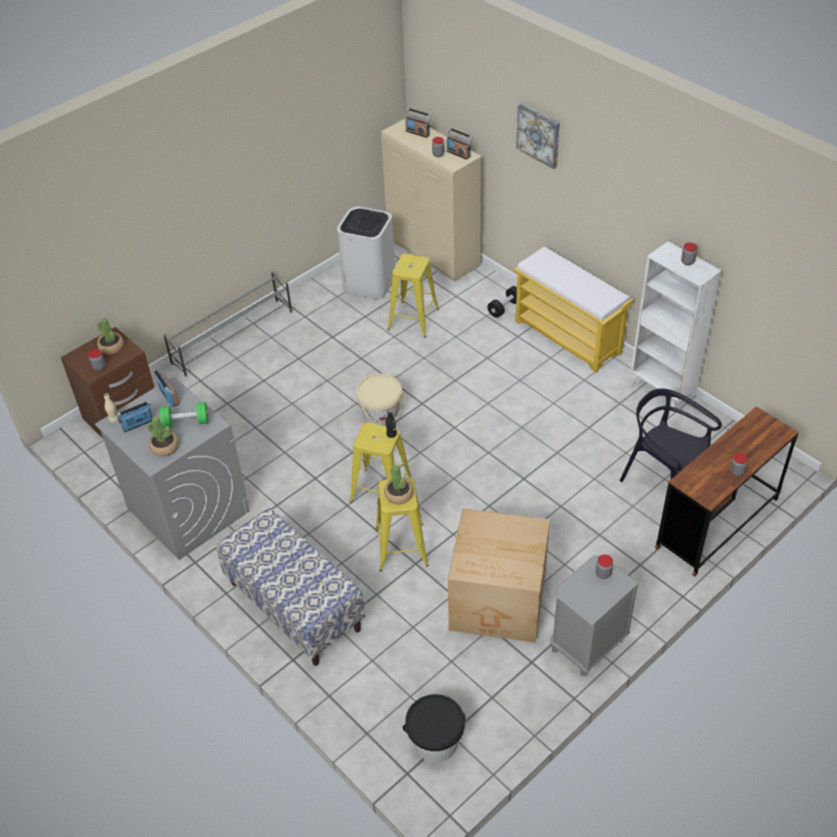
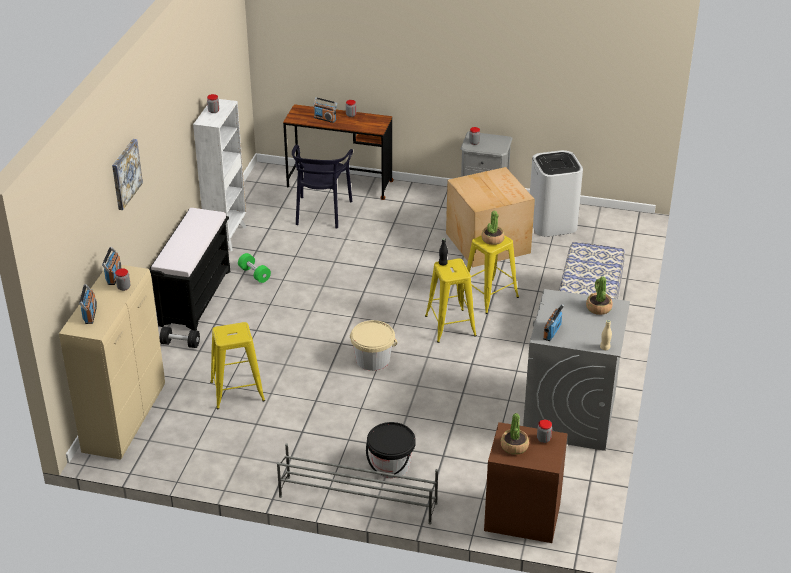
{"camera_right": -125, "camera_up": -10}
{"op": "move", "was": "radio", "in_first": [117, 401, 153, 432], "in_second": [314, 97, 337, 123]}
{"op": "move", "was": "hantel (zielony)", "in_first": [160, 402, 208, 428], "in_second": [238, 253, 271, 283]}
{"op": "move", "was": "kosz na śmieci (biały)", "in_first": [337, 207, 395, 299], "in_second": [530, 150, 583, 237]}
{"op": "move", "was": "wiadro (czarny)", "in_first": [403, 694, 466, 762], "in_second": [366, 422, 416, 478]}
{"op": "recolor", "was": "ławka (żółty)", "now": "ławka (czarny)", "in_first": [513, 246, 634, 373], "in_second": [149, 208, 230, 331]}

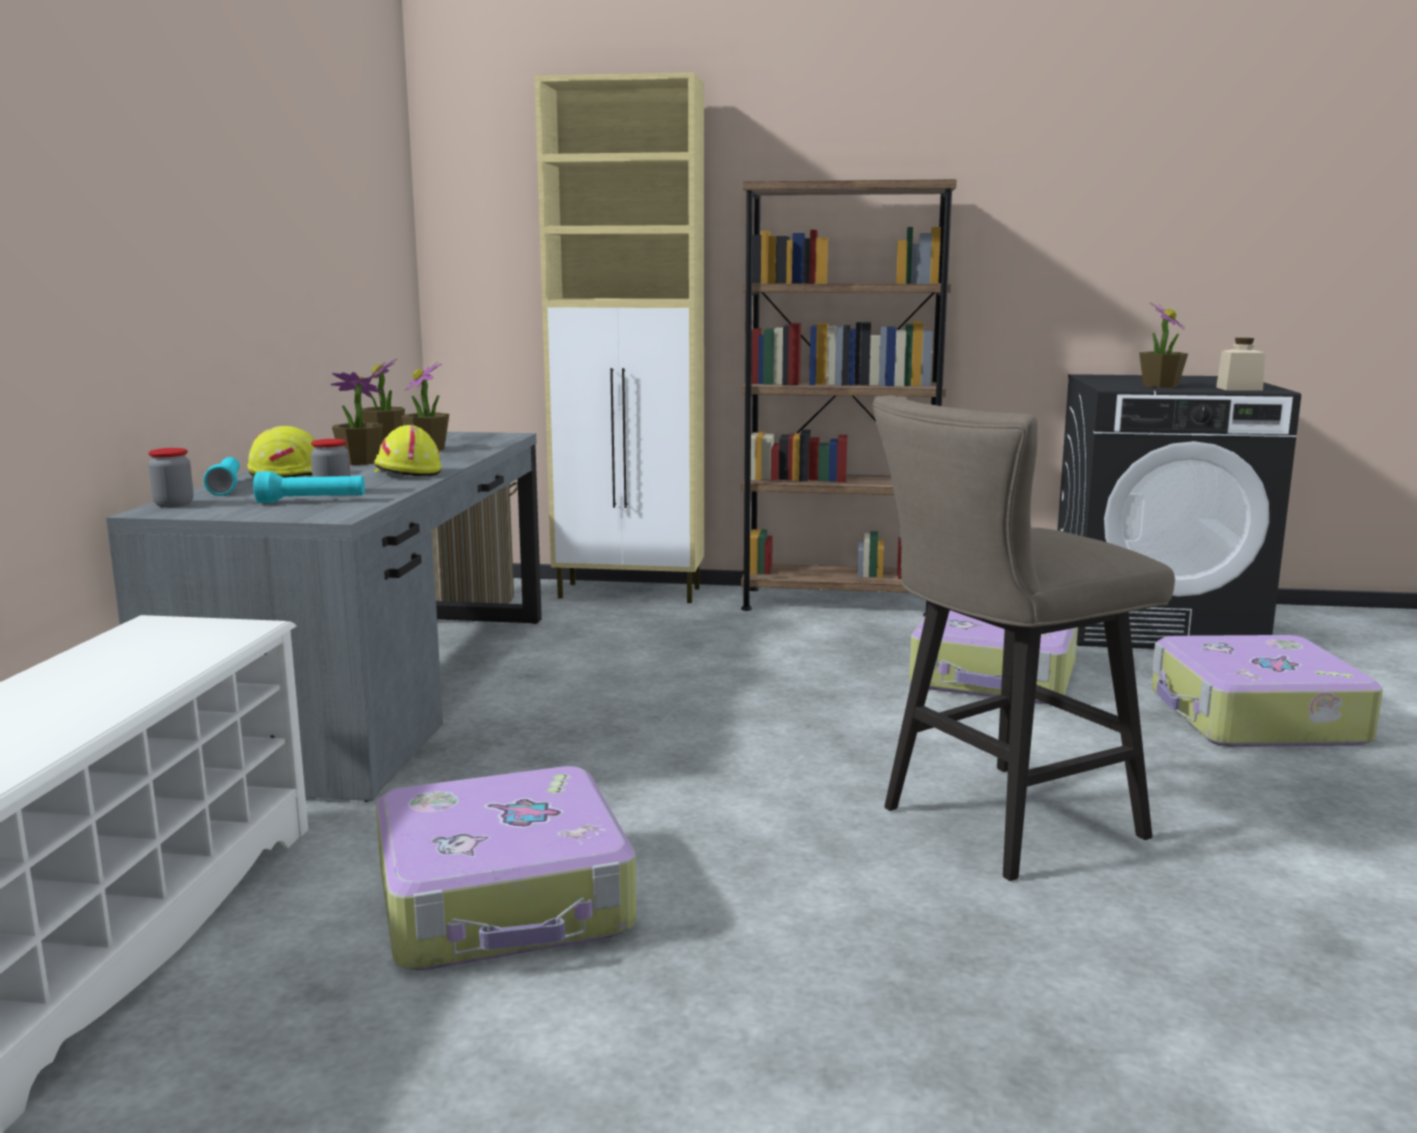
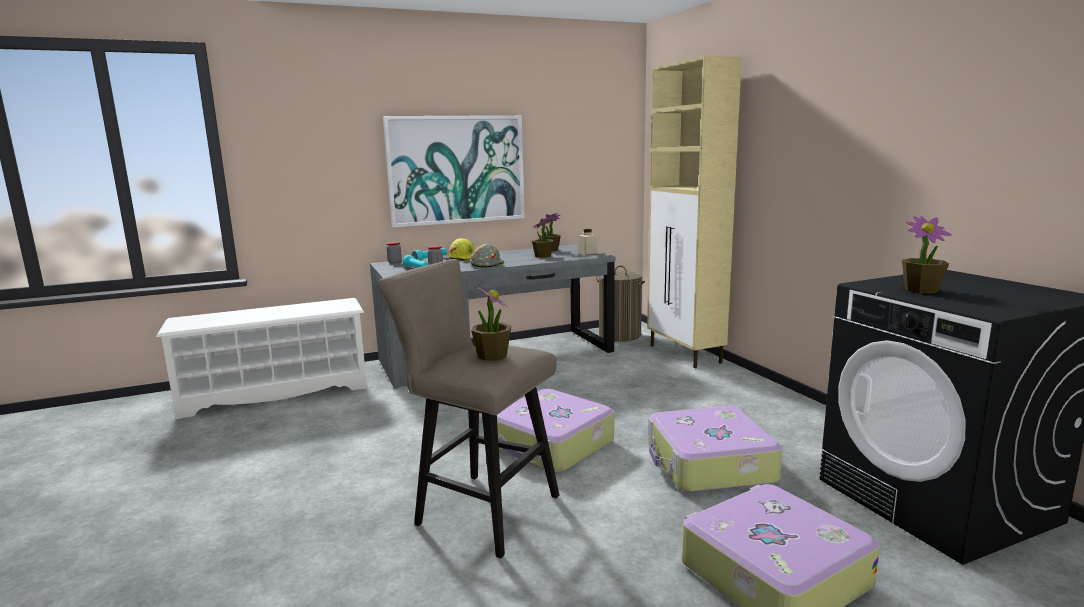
{"camera_right": 60, "camera_up": 0}
{"op": "move", "was": "roślina doniczkowa", "in_first": [331, 372, 383, 465], "in_second": [471, 285, 512, 361]}
{"op": "recolor", "was": "kask (żółty)", "now": "kask (szary)", "in_first": [374, 425, 442, 476], "in_second": [470, 244, 504, 268]}
{"op": "move", "was": "walizka", "in_first": [376, 766, 637, 971], "in_second": [497, 389, 614, 473]}
{"op": "delete", "was": "regał (brązowy)", "in_first": [741, 179, 957, 617]}
{"op": "move", "was": "słoik (beżowy)", "in_first": [1216, 338, 1265, 391], "in_second": [578, 229, 598, 254]}
{"op": "insert", "now": "obraz", "in_second": [383, 115, 525, 227]}

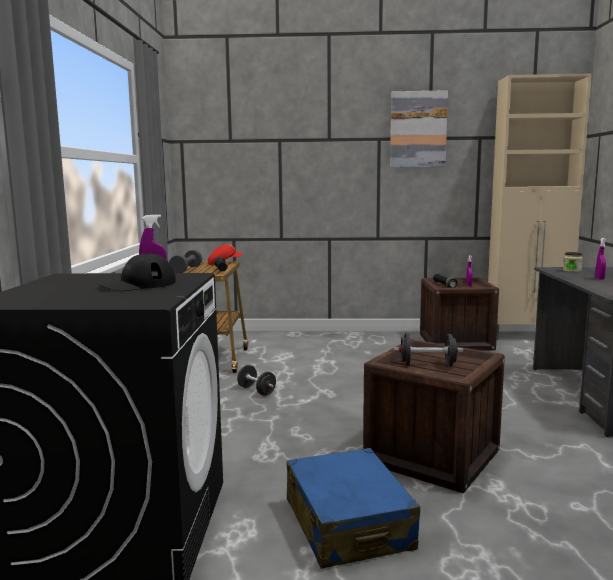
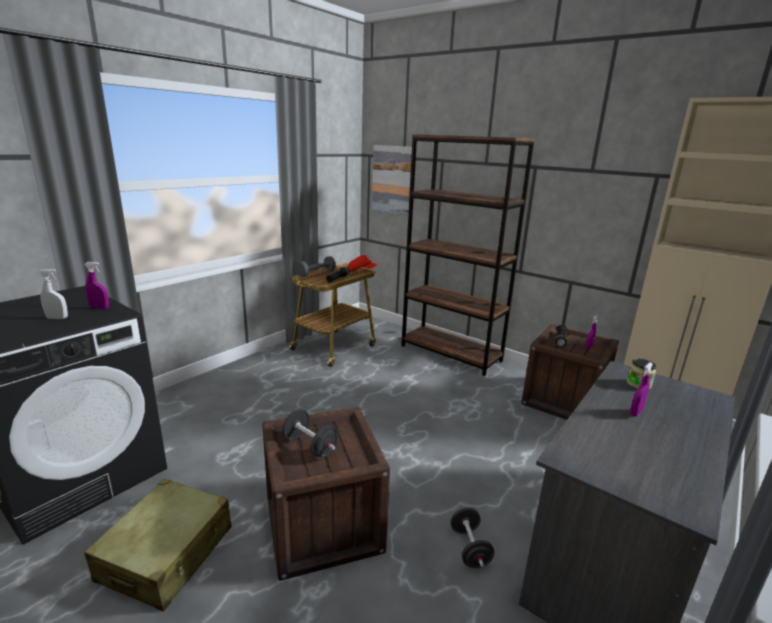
{"camera_right": 35, "camera_up": 10}
{"op": "replace", "was": "czapka z daszkiem (czarny)", "now": "spryskiwacz (biały)", "in_first": [98, 253, 176, 291], "in_second": [39, 269, 68, 319]}
{"op": "move", "was": "hantel (czarny)", "in_first": [237, 365, 276, 396], "in_second": [450, 508, 495, 568]}
{"op": "recolor", "was": "walizka (niebieski)", "now": "walizka (beżowy)", "in_first": [287, 448, 420, 569], "in_second": [84, 479, 232, 611]}
{"op": "move", "was": "obraz", "in_first": [390, 90, 448, 168], "in_second": [372, 145, 412, 215]}
{"op": "insert", "now": "regał (brązowy)", "in_second": [401, 134, 535, 376]}

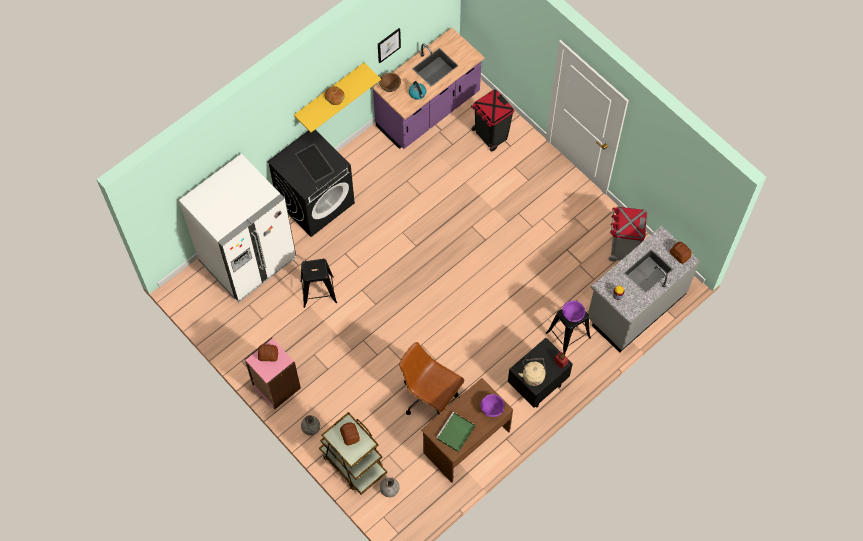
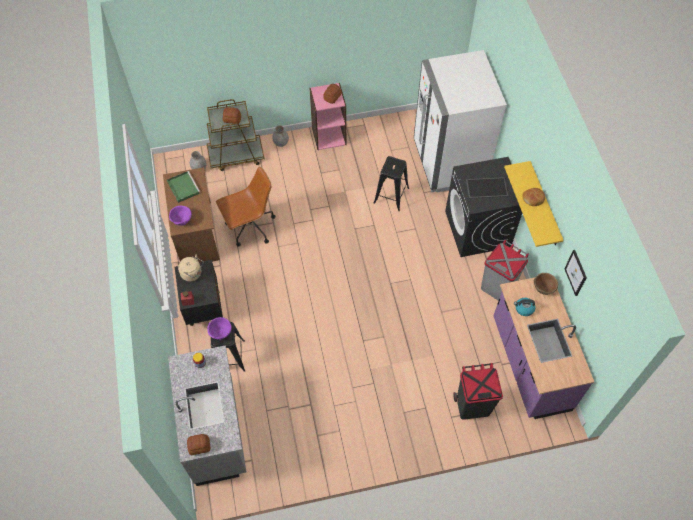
{"camera_right": 120, "camera_up": -5}
{"op": "move", "was": "kosz na śmieci (szary)", "in_first": [609, 207, 647, 261], "in_second": [481, 240, 529, 301]}

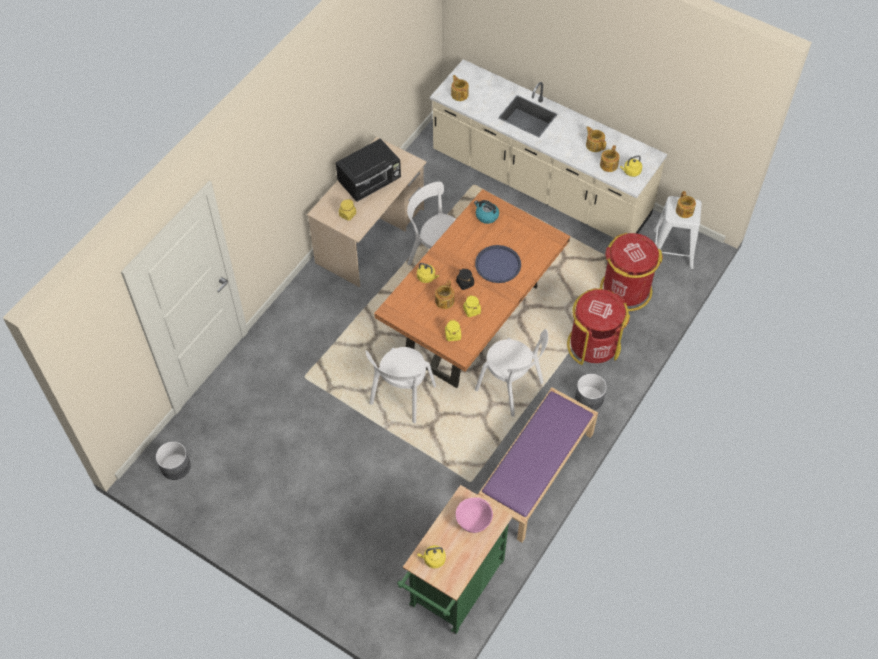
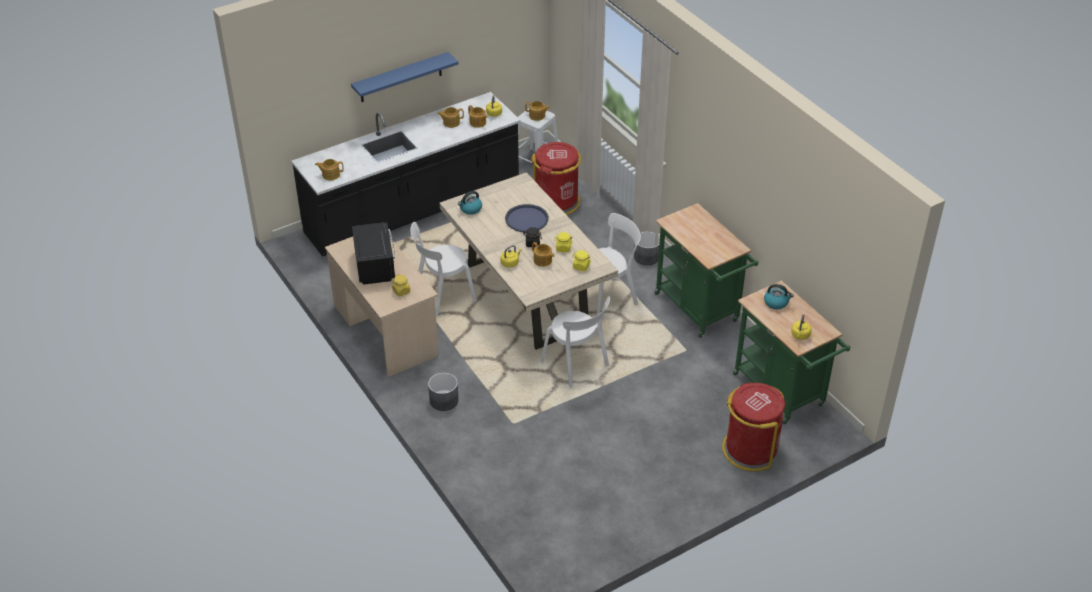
{"camera_right": -65, "camera_up": -15}
{"op": "move", "was": "donica (szary)", "in_first": [156, 442, 191, 480], "in_second": [428, 373, 459, 411]}
{"op": "recolor", "was": "stół jadalny (pomarańczowy)", "now": "stół jadalny (beżowy)", "in_first": [374, 189, 570, 388], "in_second": [439, 172, 618, 350]}
{"op": "recolor", "was": "zabudowa kuchenna (beżowy)", "now": "zabudowa kuchenna (czarny)", "in_first": [430, 59, 667, 238], "in_second": [291, 92, 521, 257]}
{"op": "replace", "was": "miska (różowy)", "now": "czajnik", "in_first": [456, 498, 493, 533], "in_second": [764, 284, 794, 309]}
{"op": "replace", "was": "ławka (fioletowy)", "now": "wózek (zielony)", "in_first": [478, 387, 598, 543], "in_second": [654, 203, 759, 338]}
{"op": "move", "was": "kosz na śmieci (czerwony)", "in_first": [567, 288, 630, 365], "in_second": [722, 383, 785, 471]}
{"op": "insert", "now": "półka (niebieski)", "in_second": [351, 52, 458, 102]}

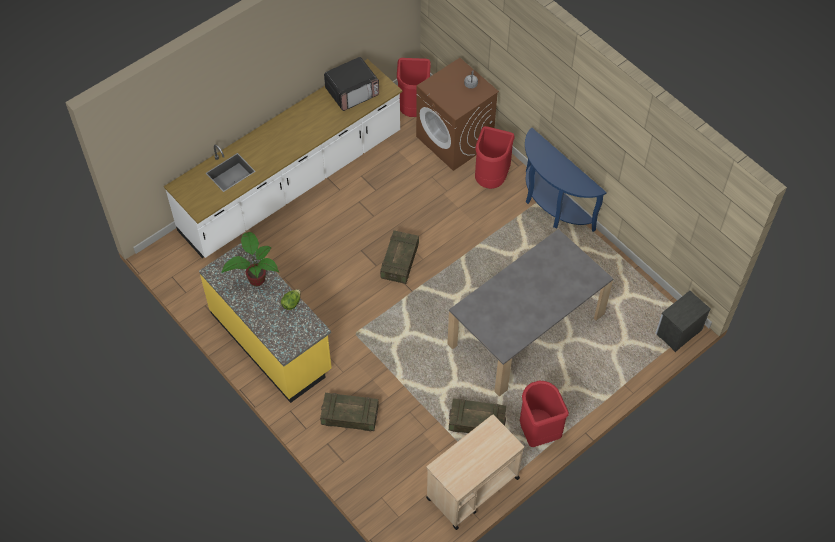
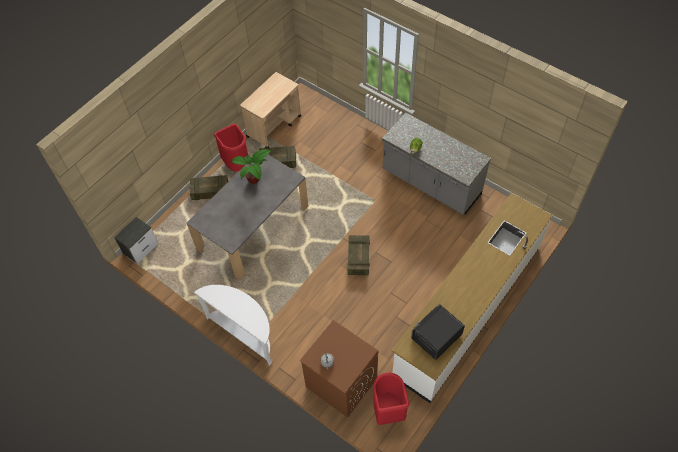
{"camera_right": 170, "camera_up": 0}
{"op": "recolor", "was": "zabudowa kuchenna (żółty)", "now": "zabudowa kuchenna (szary)", "in_first": [199, 243, 332, 403], "in_second": [382, 113, 491, 214]}
{"op": "move", "was": "roślina doniczkowa", "in_first": [221, 232, 279, 286], "in_second": [231, 149, 270, 184]}
{"op": "move", "was": "skrzynka", "in_first": [320, 393, 379, 431], "in_second": [190, 175, 229, 200]}
{"op": "delete", "was": "kosz na śmieci (czerwony)", "in_first": [475, 126, 515, 189]}
{"op": "recolor", "was": "stolik konsolowy (niebieski)", "now": "stolik konsolowy (biały)", "in_first": [525, 128, 607, 232], "in_second": [194, 285, 272, 365]}

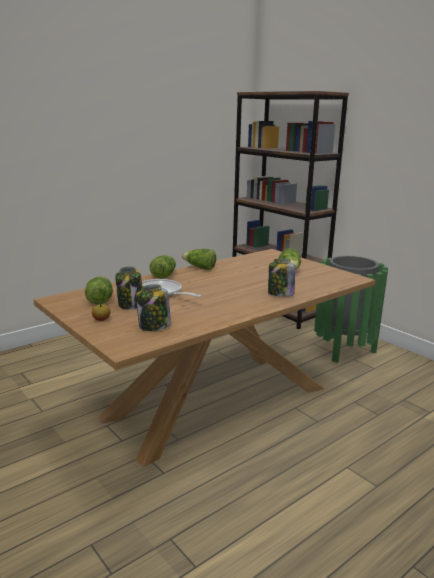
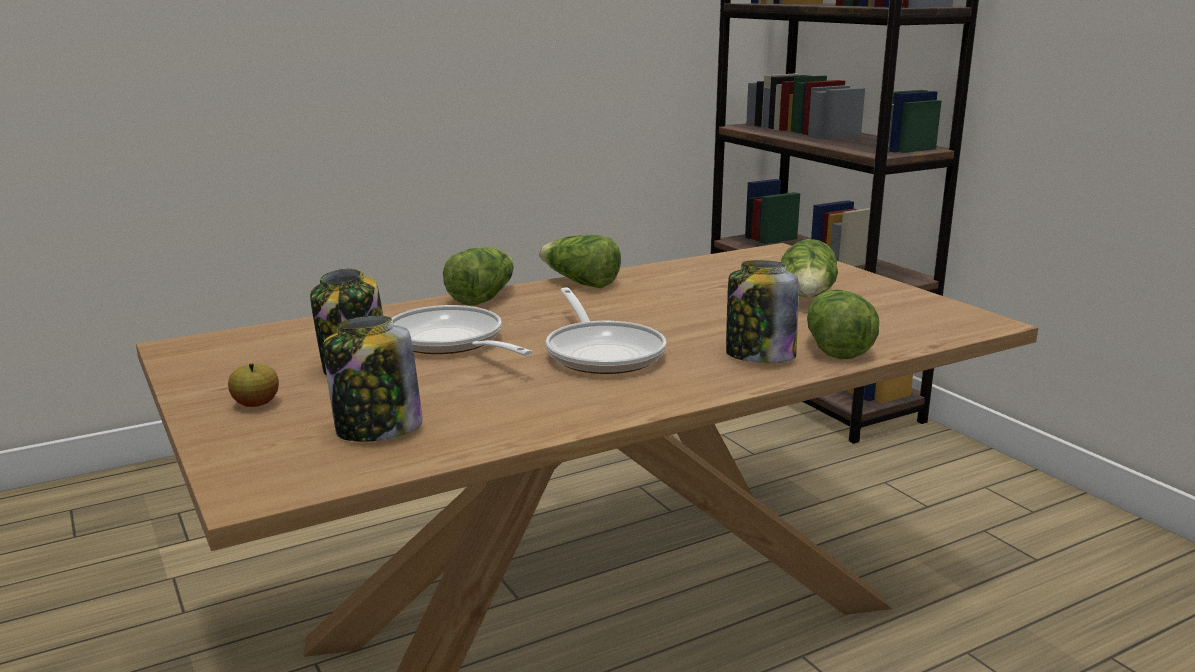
{"camera_right": 10, "camera_up": 0}
{"op": "move", "was": "sałata", "in_first": [85, 276, 113, 305], "in_second": [807, 289, 879, 359]}
{"op": "delete", "was": "kosz na śmieci (zielony)", "in_first": [314, 256, 388, 363]}
{"op": "insert", "now": "patelnia", "in_second": [546, 287, 666, 374]}

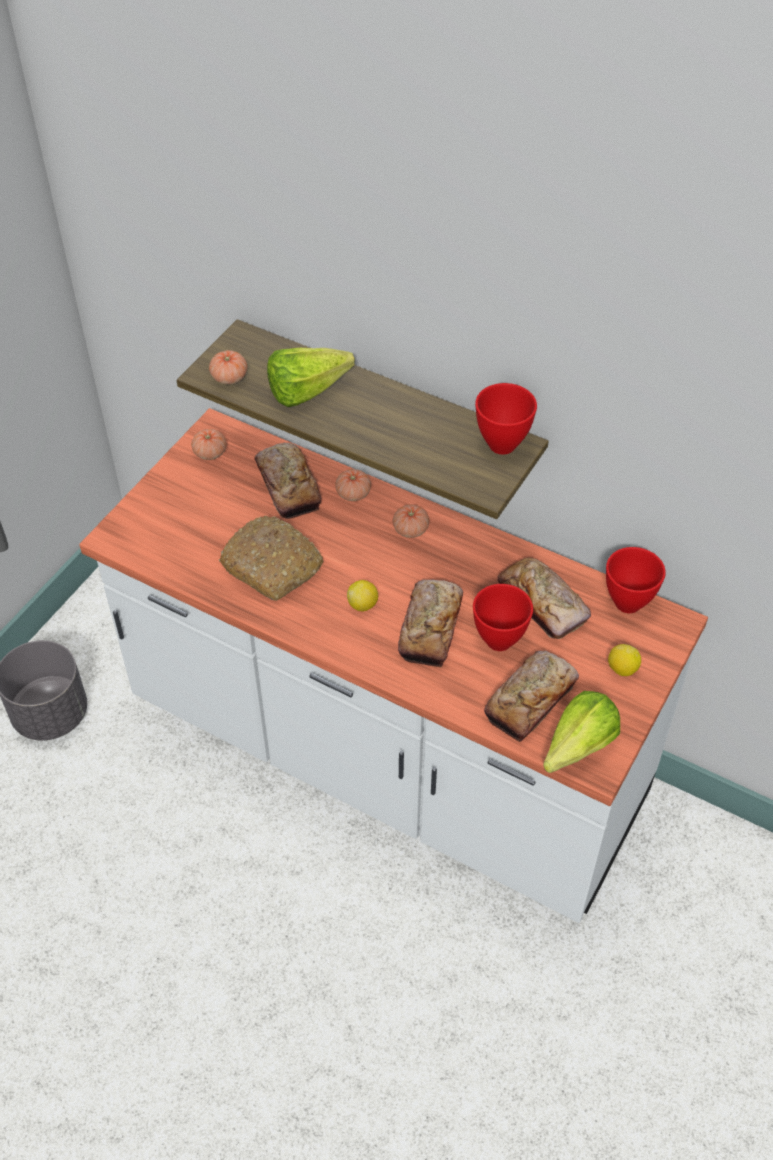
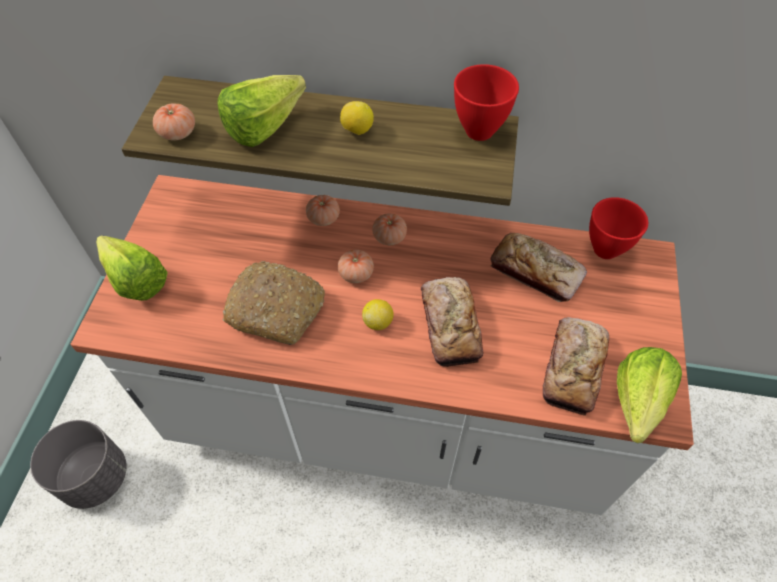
{"camera_right": -20, "camera_up": 5}
{"op": "move", "was": "pomidor", "in_first": [191, 429, 226, 460], "in_second": [338, 250, 374, 283]}
{"op": "delete", "was": "chleb", "in_first": [254, 443, 322, 519]}
{"op": "delete", "was": "miska (czerwony)", "in_first": [473, 584, 533, 651]}
{"op": "move", "was": "cytryna", "in_first": [608, 644, 641, 676], "in_second": [340, 101, 374, 135]}
{"op": "insert", "now": "sałata", "in_second": [96, 235, 168, 301]}

